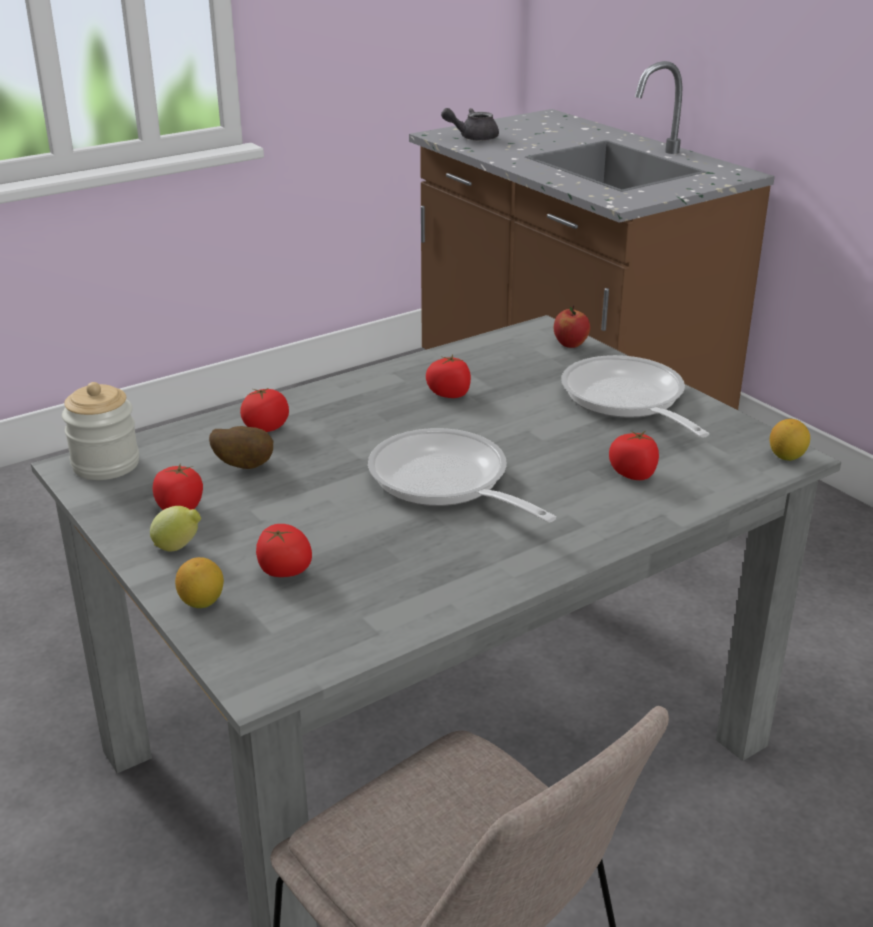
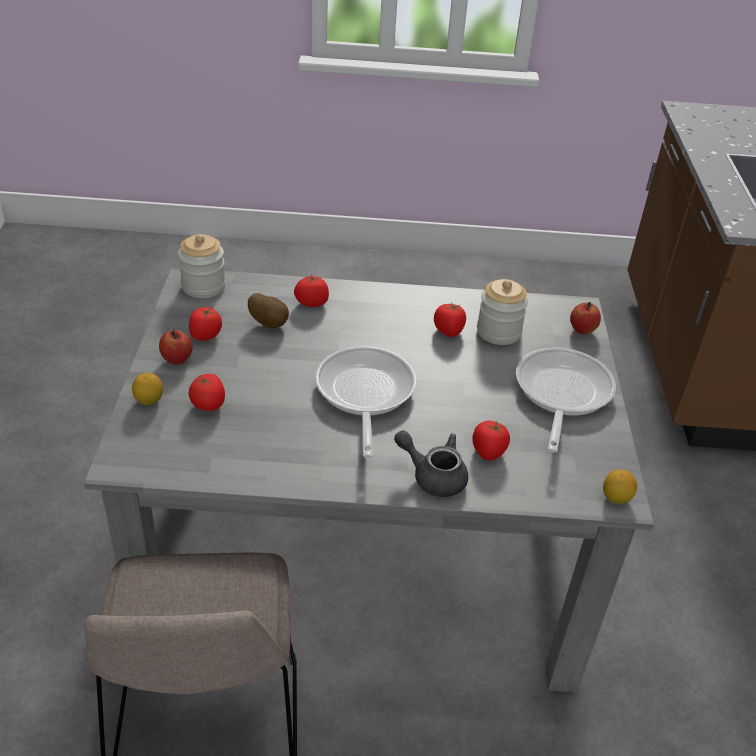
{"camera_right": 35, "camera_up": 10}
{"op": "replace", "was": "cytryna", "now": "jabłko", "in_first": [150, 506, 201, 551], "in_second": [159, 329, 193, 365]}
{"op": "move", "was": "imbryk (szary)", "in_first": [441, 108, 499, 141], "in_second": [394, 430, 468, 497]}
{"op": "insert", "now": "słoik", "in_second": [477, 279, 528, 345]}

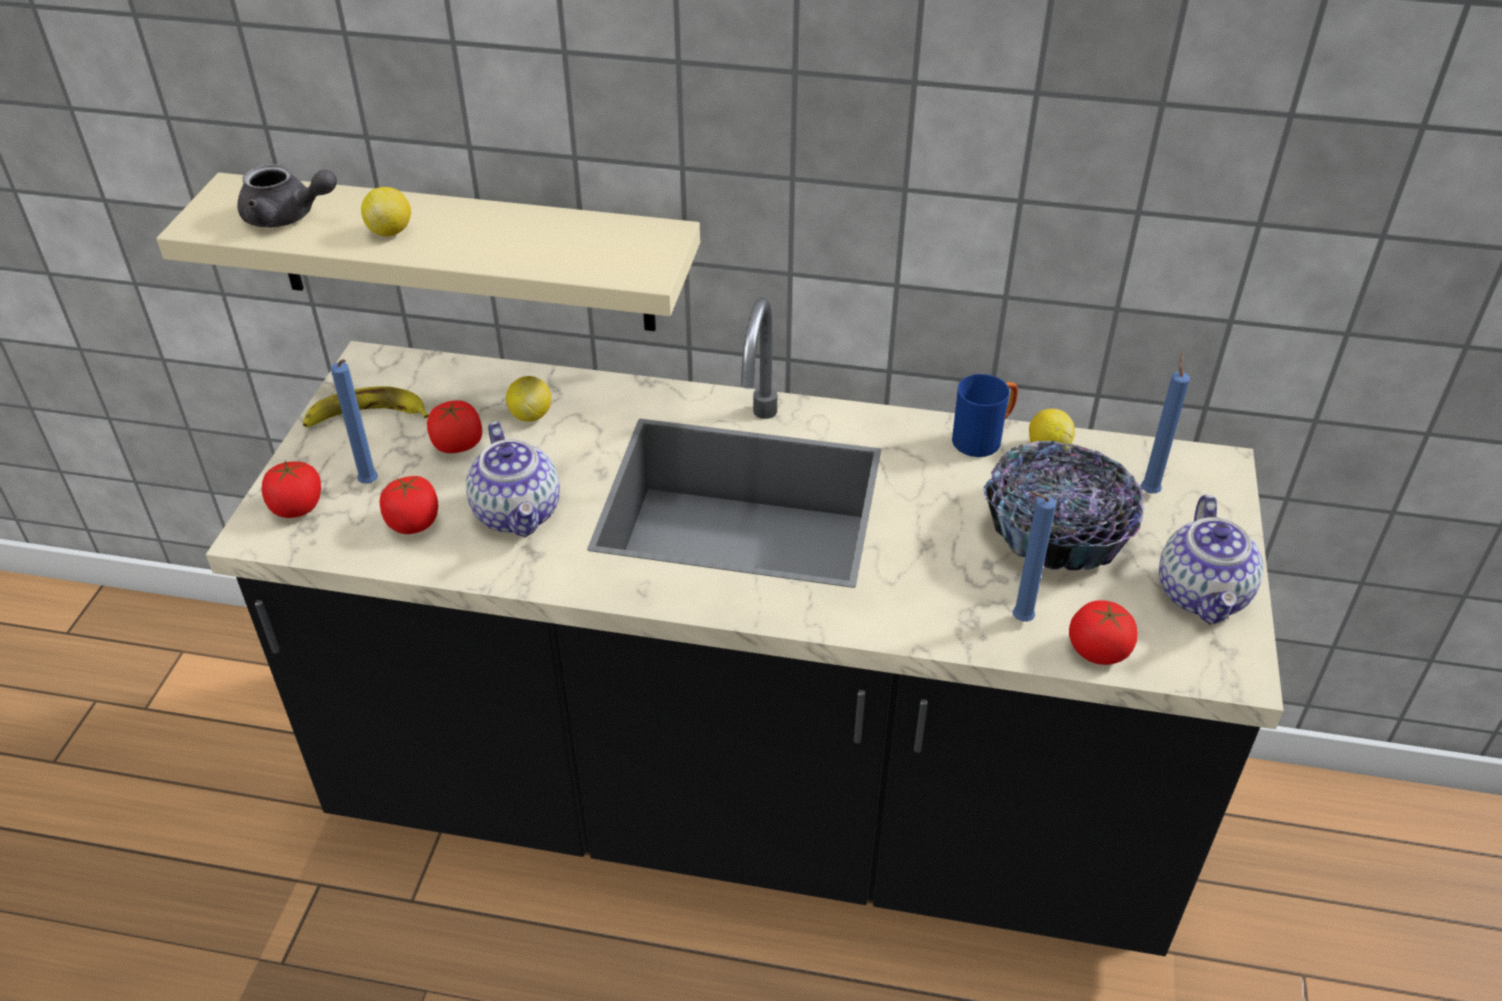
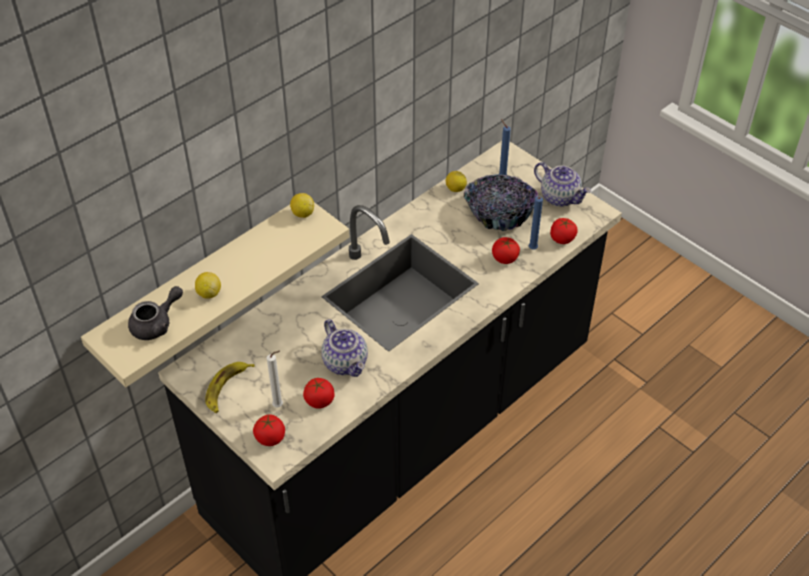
{"camera_right": -55, "camera_up": 5}
{"op": "recolor", "was": "świeca (niebieski)", "now": "świeca (biały)", "in_first": [330, 359, 378, 484], "in_second": [267, 351, 283, 408]}
{"op": "move", "was": "pomidor", "in_first": [427, 400, 482, 453], "in_second": [492, 237, 520, 264]}
{"op": "rotate", "was": "imbryk", "in_first": [466, 422, 560, 537], "in_second": [321, 319, 368, 377], "clockwise": 45}
{"op": "move", "was": "cytryna", "in_first": [506, 376, 551, 422], "in_second": [290, 193, 314, 218]}
{"op": "delete", "was": "kubek (niebieski)", "in_first": [952, 374, 1018, 457]}

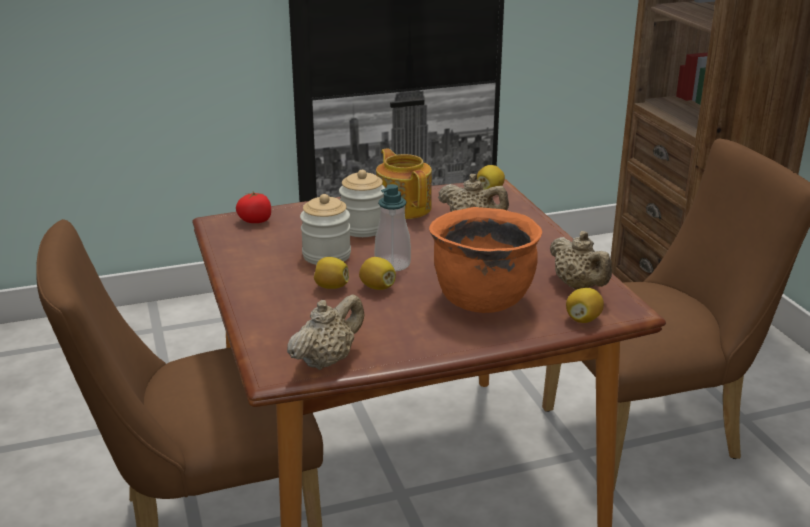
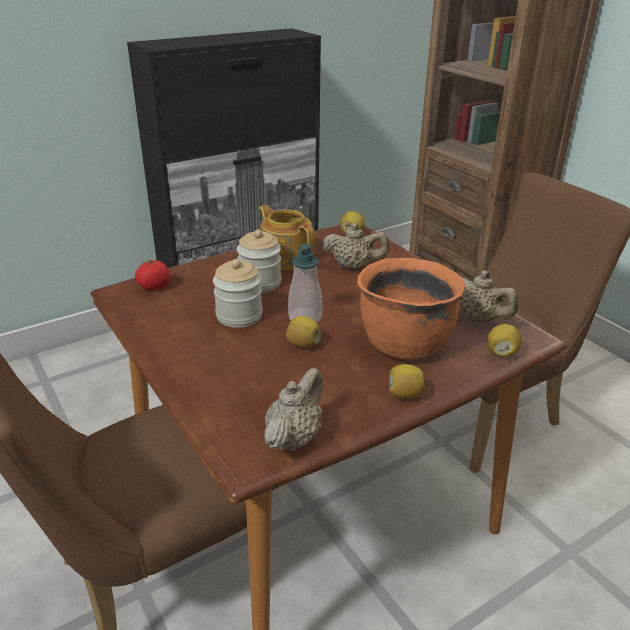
{"camera_right": -15, "camera_up": 5}
{"op": "move", "was": "cytryna", "in_first": [314, 257, 349, 289], "in_second": [389, 364, 425, 399]}

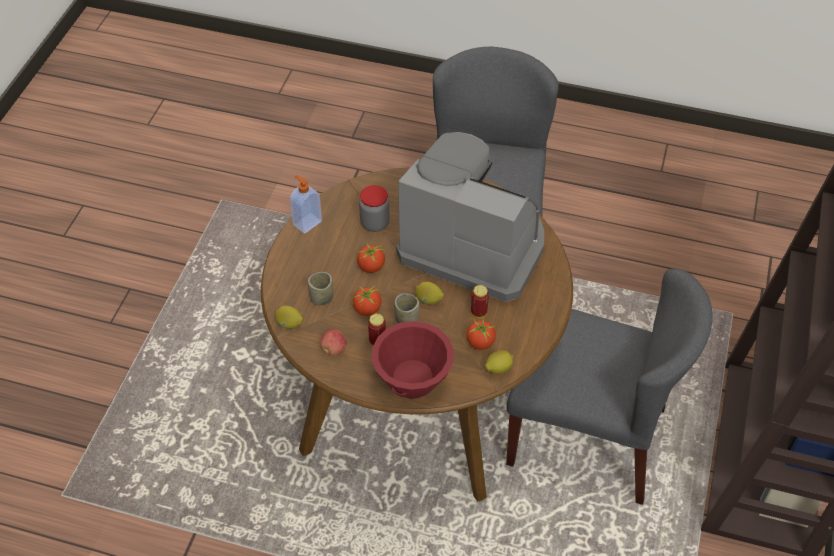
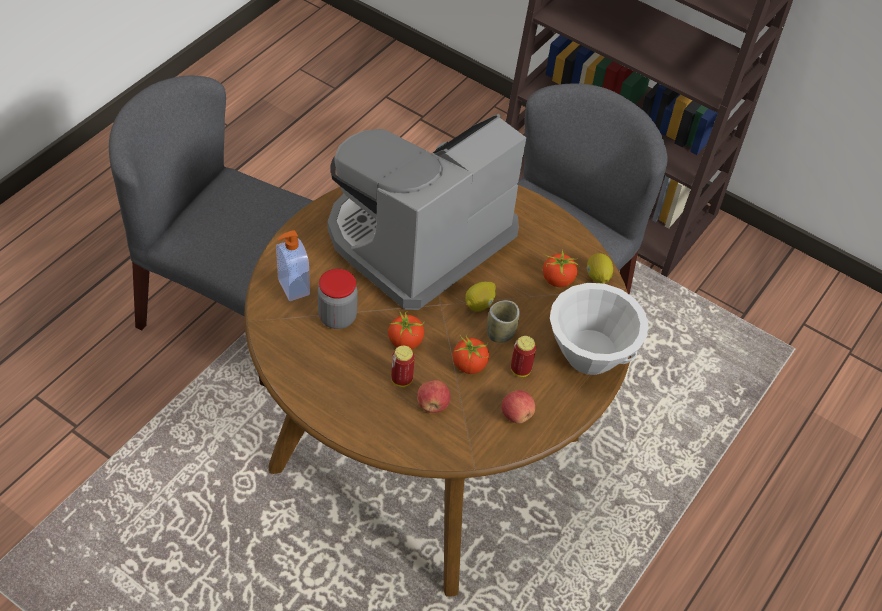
{"camera_right": -75, "camera_up": 0}
{"op": "delete", "was": "cytryna", "in_first": [275, 306, 303, 329]}
{"op": "move", "was": "dozownik mydła", "in_first": [290, 175, 322, 234], "in_second": [276, 230, 310, 301]}
{"op": "replace", "was": "filiżanka", "now": "jabłko", "in_first": [308, 272, 333, 305], "in_second": [417, 380, 450, 413]}
{"op": "recolor", "was": "miska (czerwony)", "now": "miska (biały)", "in_first": [371, 321, 454, 399], "in_second": [550, 283, 648, 375]}
{"op": "move", "was": "puszka", "in_first": [471, 285, 489, 318], "in_second": [391, 346, 415, 387]}

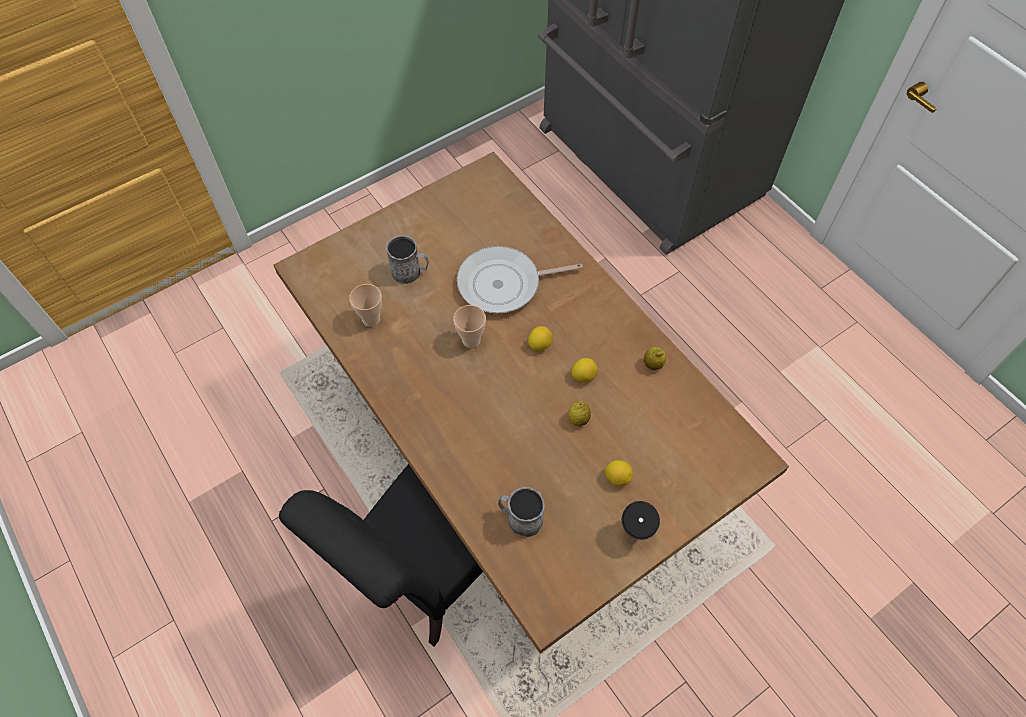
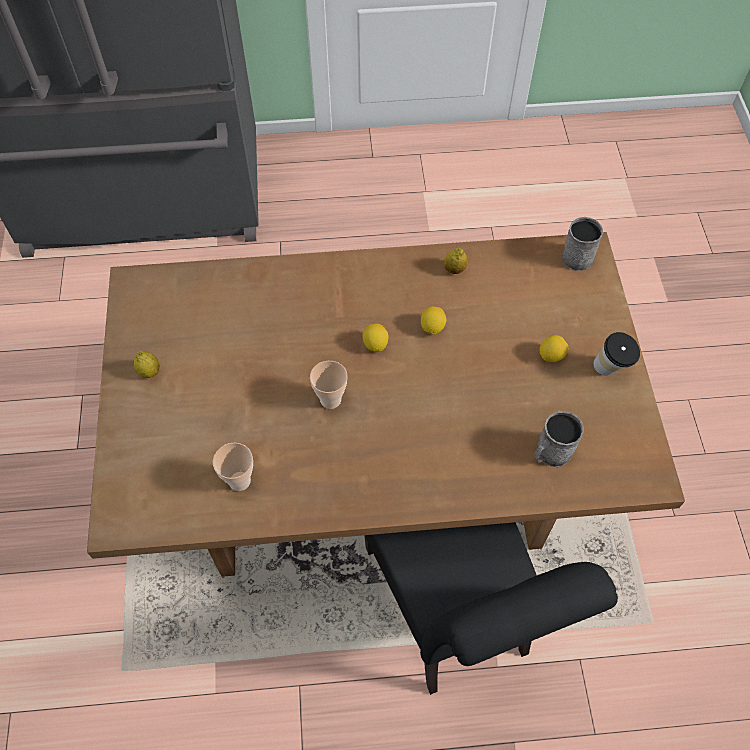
{"camera_right": -60, "camera_up": 0}
{"op": "move", "was": "kubek (szary)", "in_first": [386, 235, 429, 284], "in_second": [561, 217, 603, 271]}
{"op": "delete", "was": "patelnia", "in_first": [457, 246, 583, 313]}
{"op": "move", "was": "cytryna", "in_first": [568, 401, 591, 427], "in_second": [134, 351, 160, 378]}

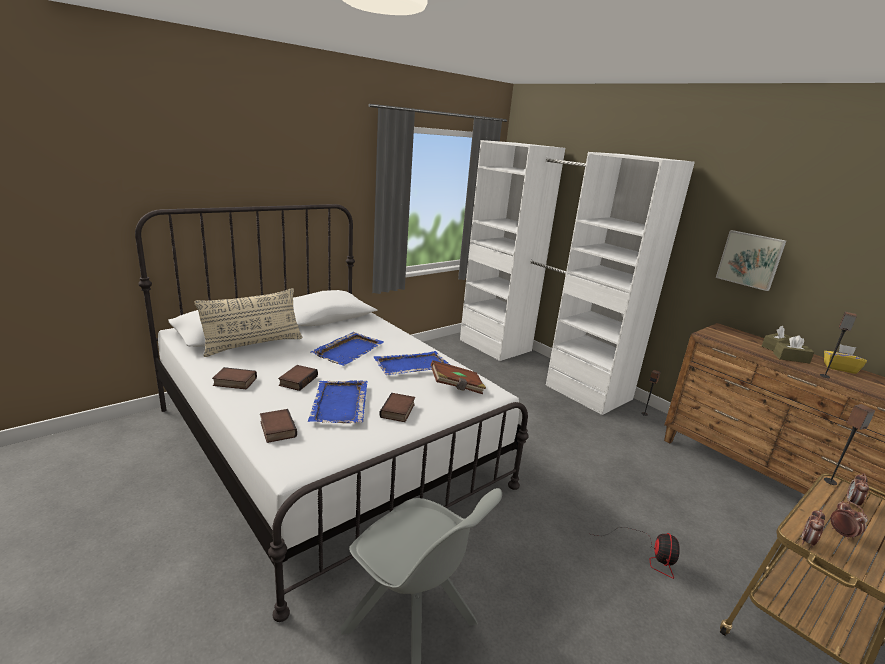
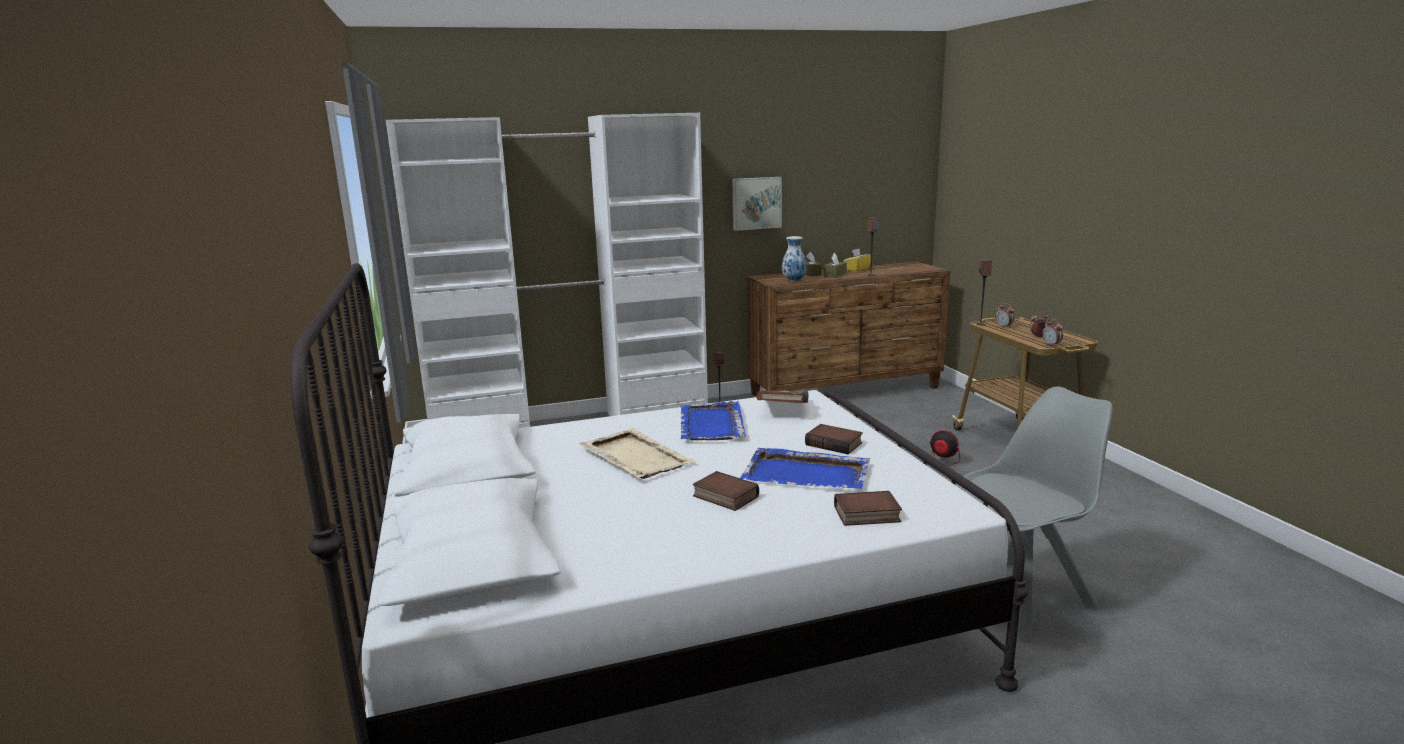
{"camera_right": -65, "camera_up": -5}
{"op": "delete", "was": "poduszka (beżowy)", "in_first": [194, 288, 302, 357]}
{"op": "delete", "was": "książka", "in_first": [212, 367, 257, 389]}
{"op": "recolor", "was": "taca (niebieski)", "now": "taca (beżowy)", "in_first": [311, 332, 384, 366], "in_second": [578, 428, 697, 479]}
{"op": "insert", "now": "wazon", "in_second": [782, 236, 807, 281]}

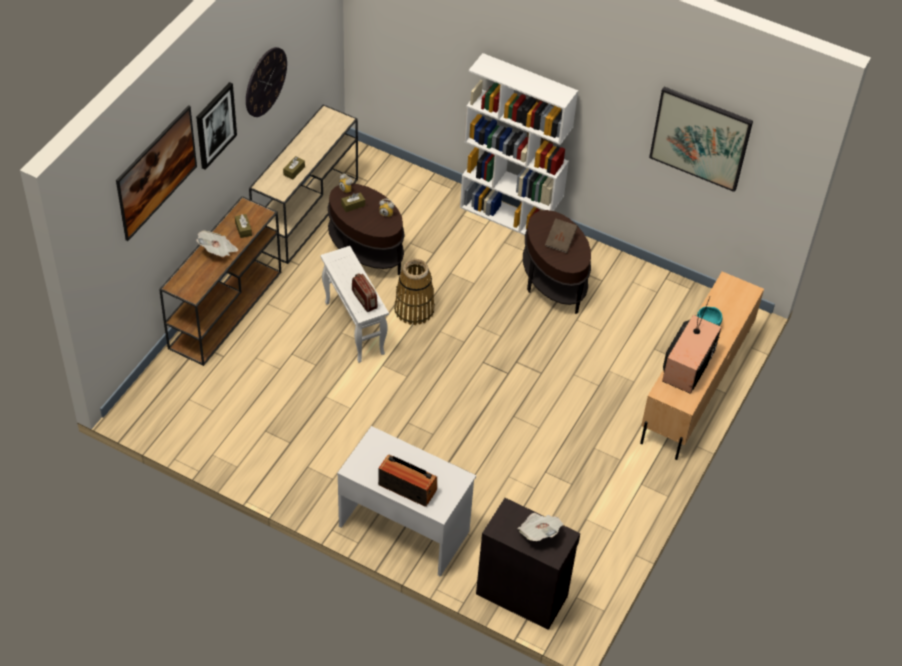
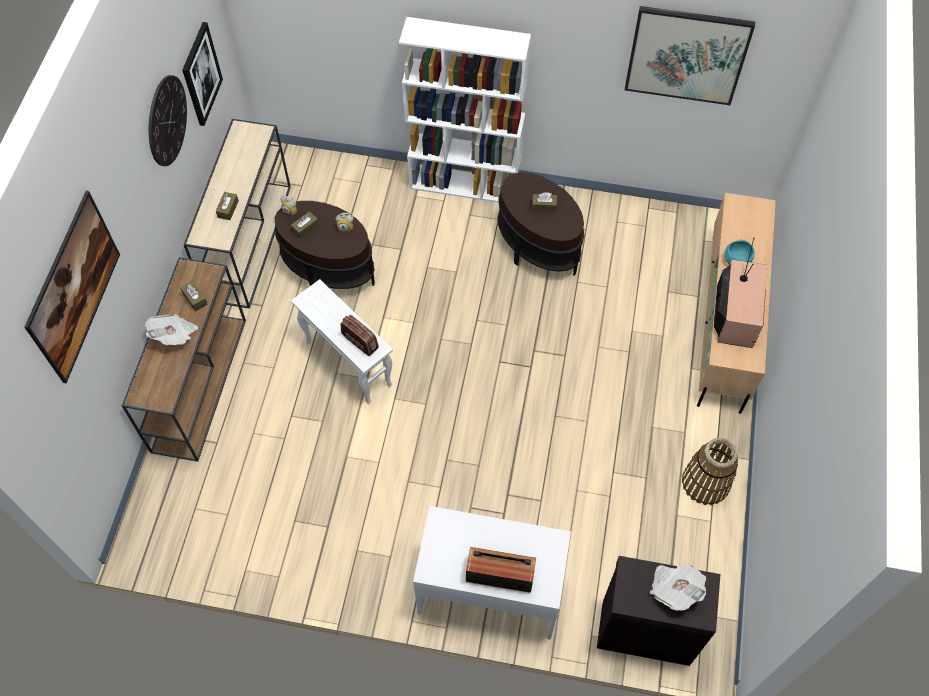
{"camera_right": -15, "camera_up": 10}
{"op": "move", "was": "obraz", "in_first": [196, 82, 237, 170], "in_second": [182, 22, 223, 126]}
{"op": "move", "was": "koszyk", "in_first": [394, 259, 435, 325], "in_second": [682, 438, 738, 505]}
{"op": "replace", "was": "książka (brązowy)", "now": "pudełko chusteczek (brązowy)", "in_first": [545, 218, 578, 253], "in_second": [532, 192, 557, 212]}

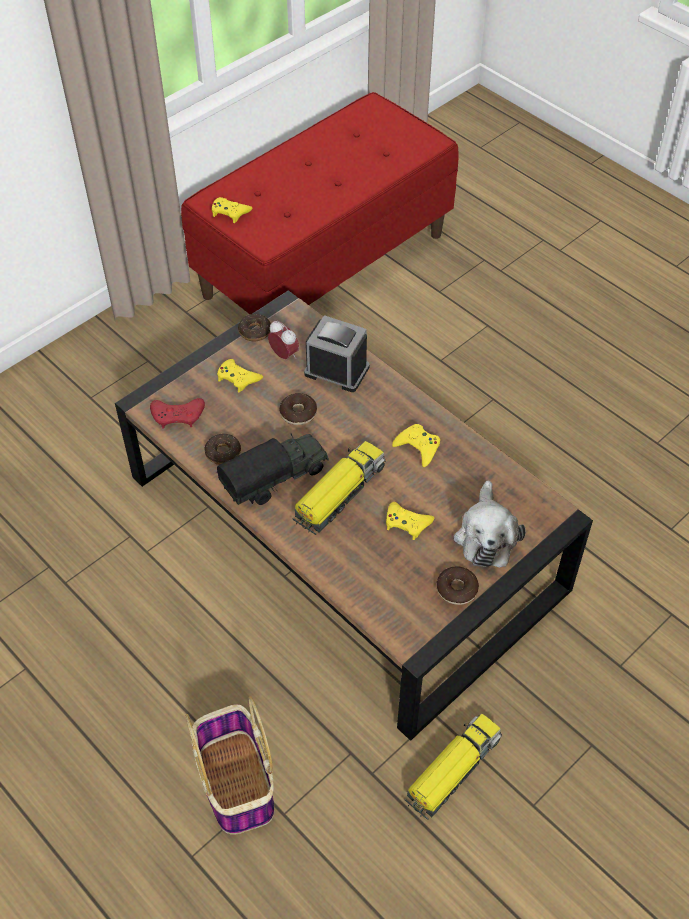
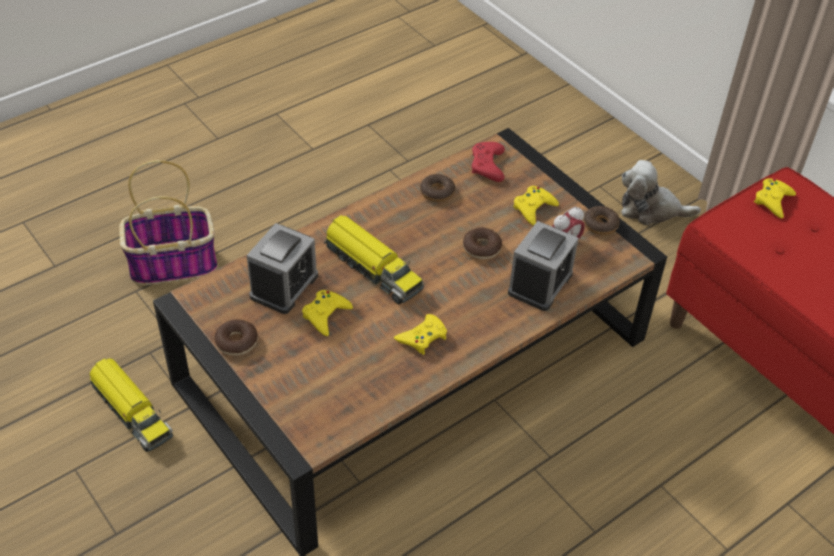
{"camera_right": 95, "camera_up": -5}
{"op": "delete", "was": "ciężarówka zabawkowa", "in_first": [217, 433, 329, 505]}
{"op": "move", "was": "pluszak", "in_first": [454, 480, 526, 567], "in_second": [621, 160, 701, 225]}
{"op": "insert", "now": "budzik", "in_second": [247, 223, 318, 314]}

